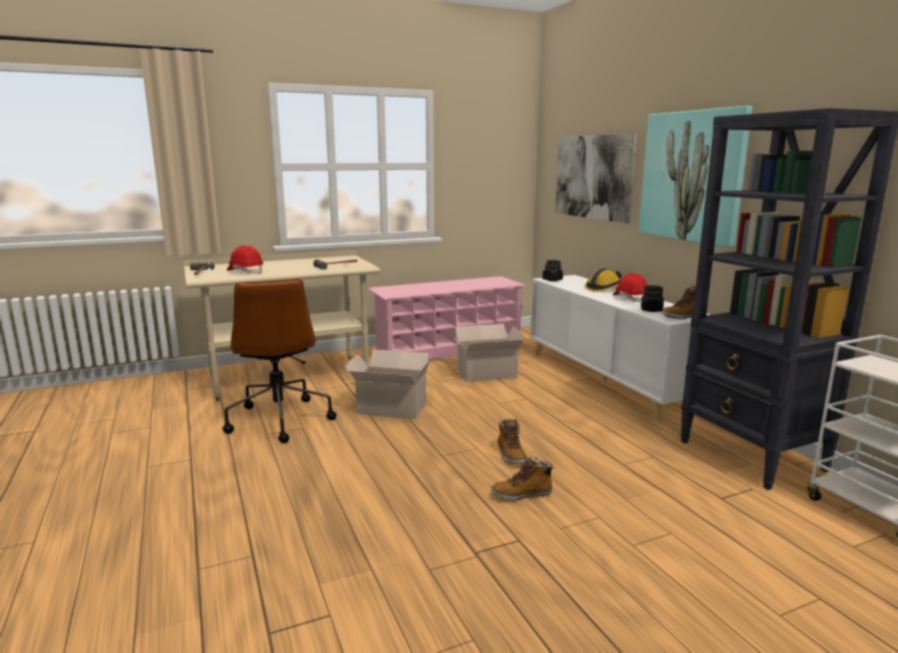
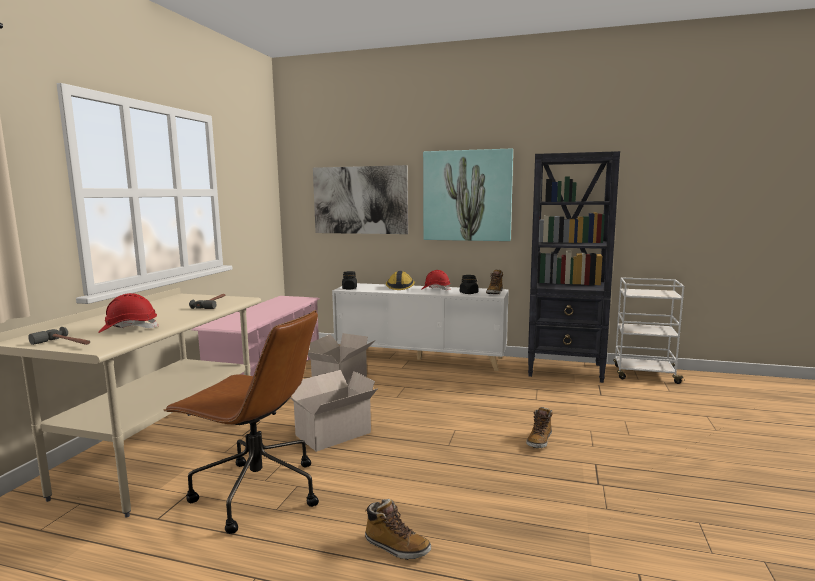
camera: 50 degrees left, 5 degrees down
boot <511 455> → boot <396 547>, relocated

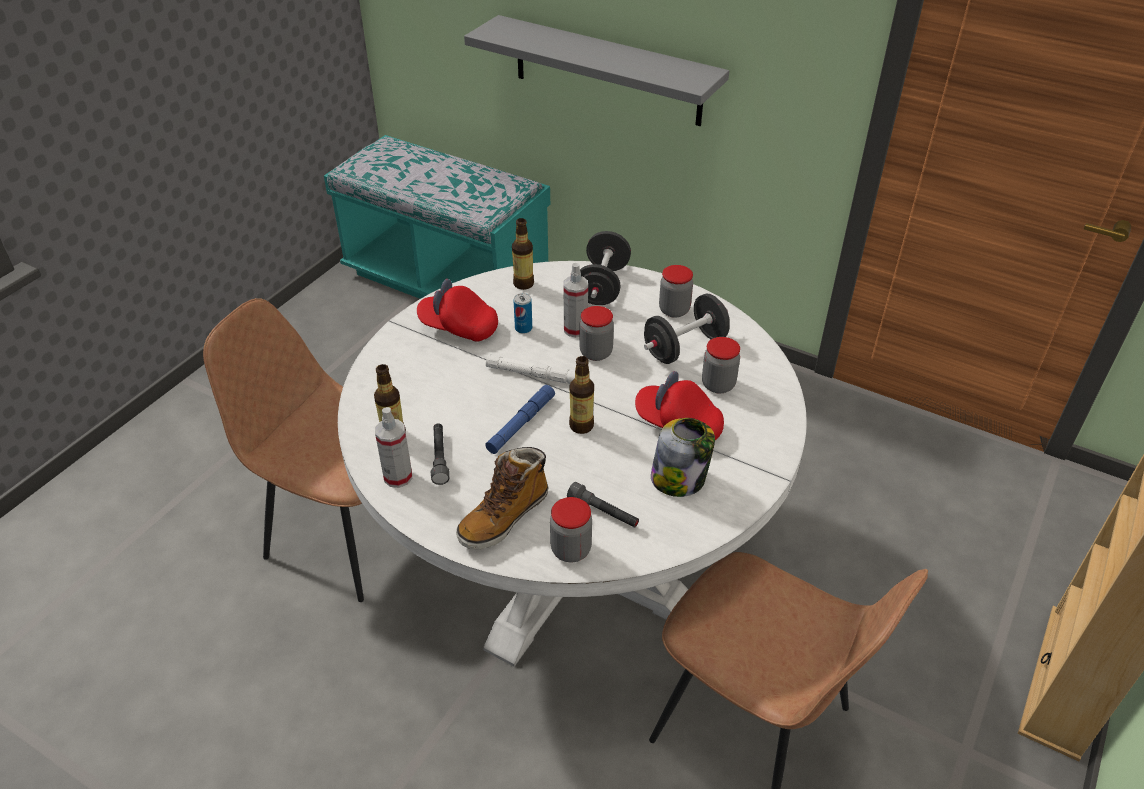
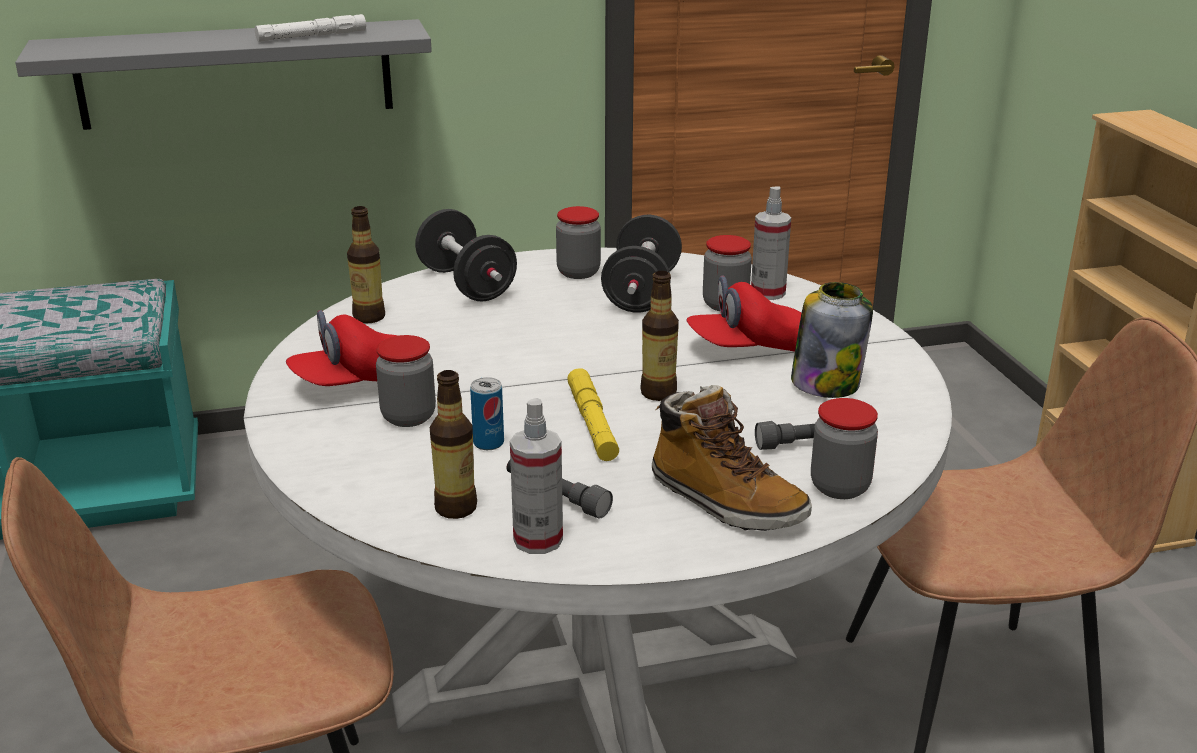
camera: 45 degrees left, 15 degrees down
white flashlight <532 374> → white flashlight <312 36>, relocated
jar <596 353> → jar <408 417>, relocated
can <523 328> → can <488 443>, relocated
blue flashlight <521 424> → yellow flashlight <592 423>
boot <504 517> → boot <725 502>, 45 degrees counterclockwise
spray bottle <575 329> → spray bottle <768 293>, relocated

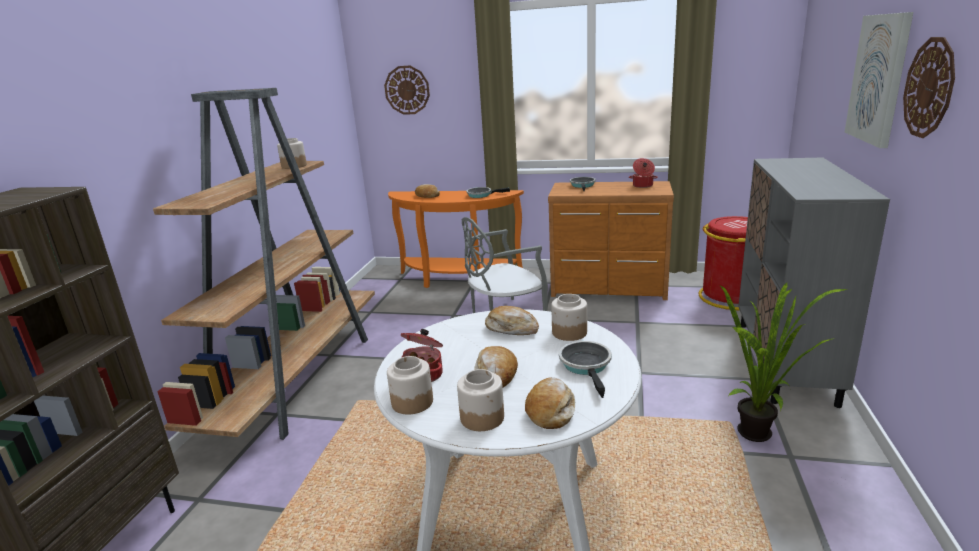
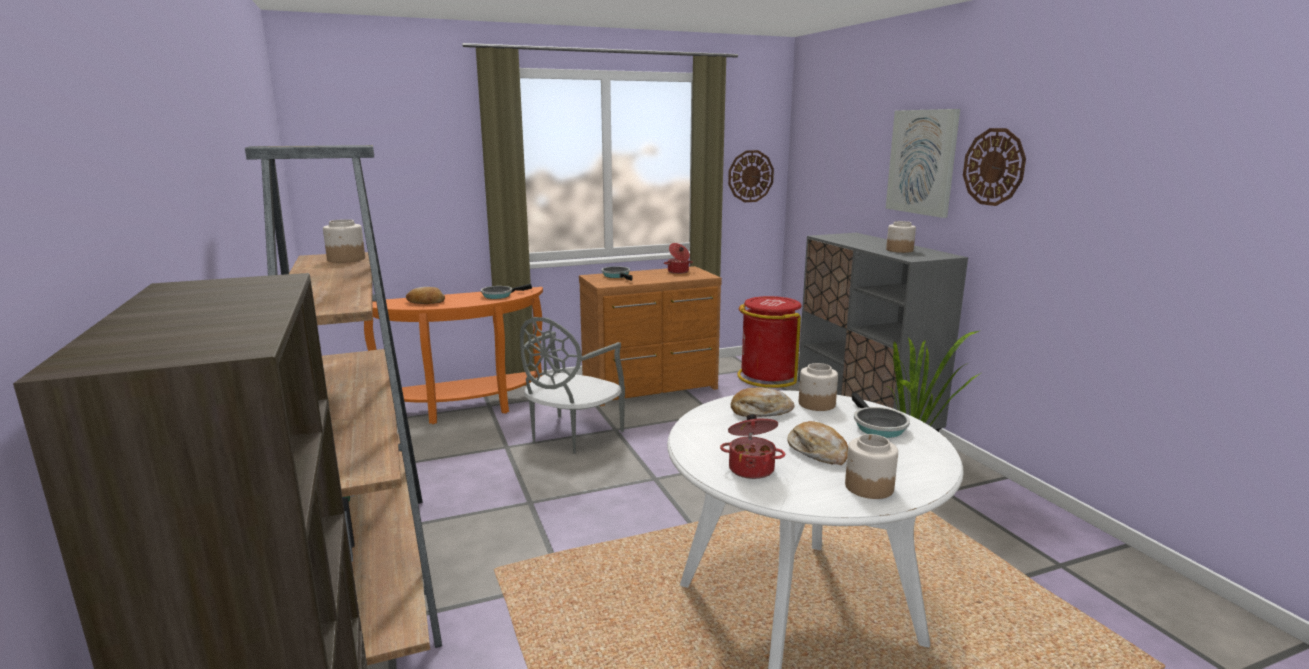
camera: 35 degrees left, 5 degrees down
wall clock <407 90> → wall clock <750 176>, relocated
frying pan <586 366> → frying pan <877 426>, 150 degrees counterclockwise
jar <412 402> → jar <899 250>, relocated
bread <550 410> → -

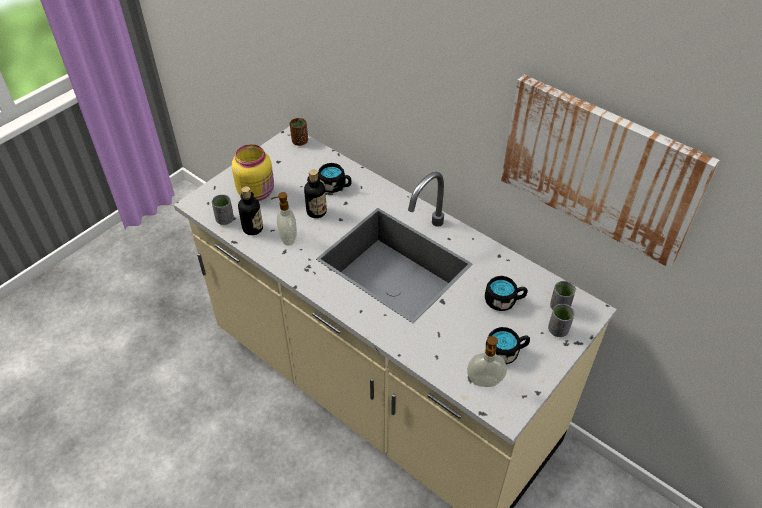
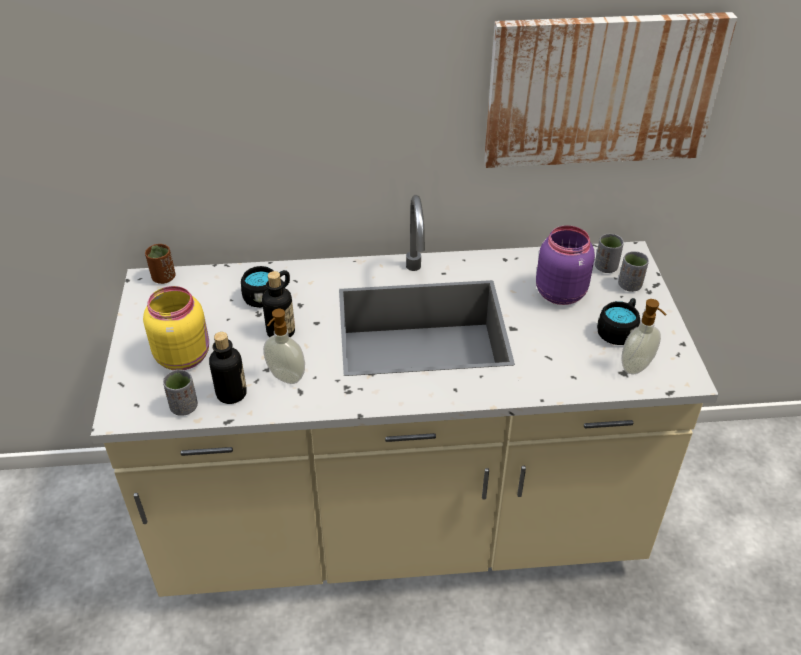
camera: 45 degrees left, 5 degrees down
black mug <504 301> → purple jar <560 292>

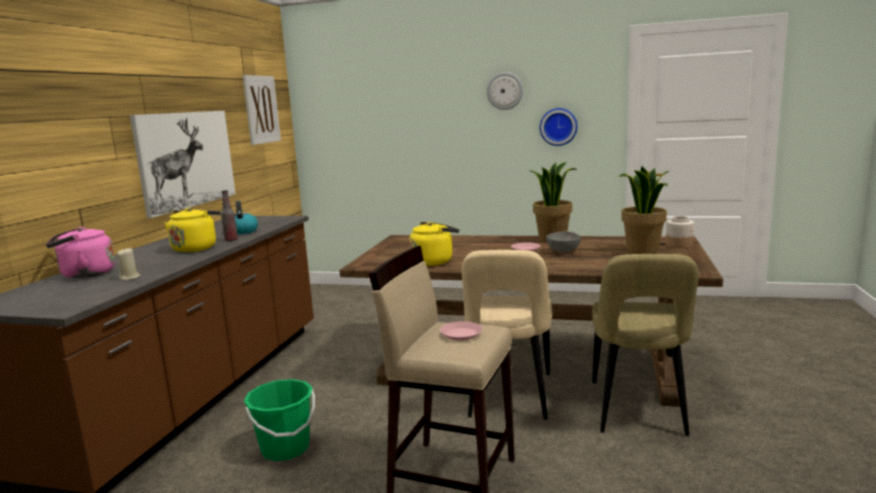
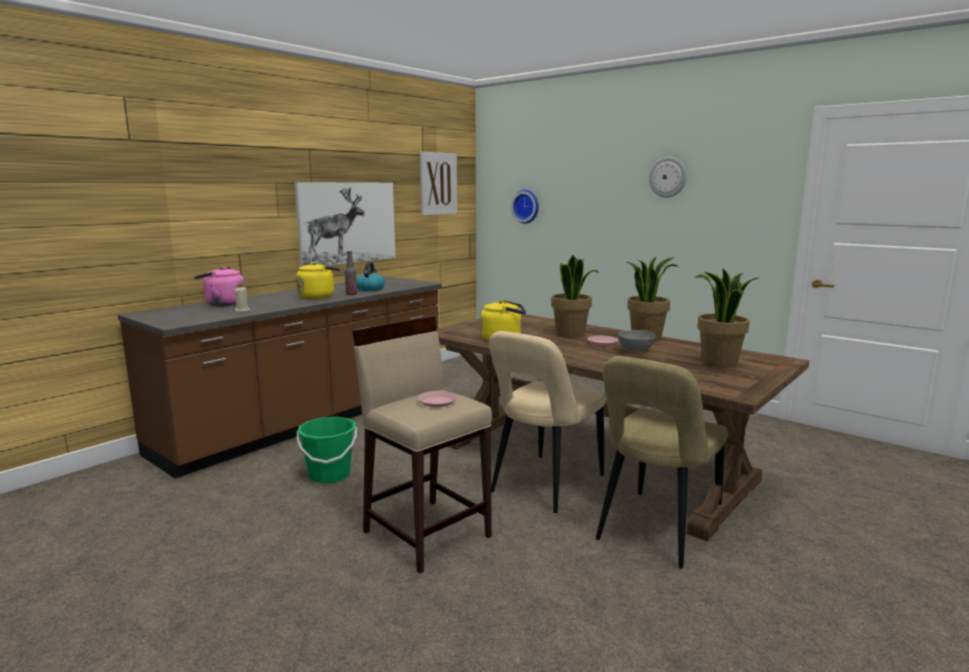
camera: 25 degrees right, 0 degrees up
wall clock <558 126> → wall clock <526 206>, relocated
- → potted plant <570 335>
jar <679 245> → -

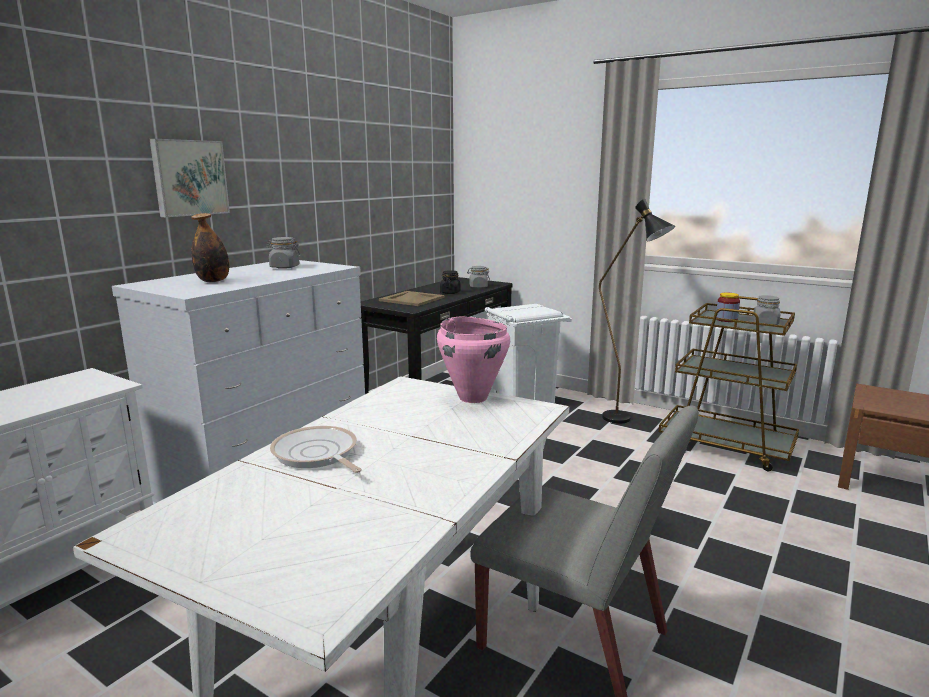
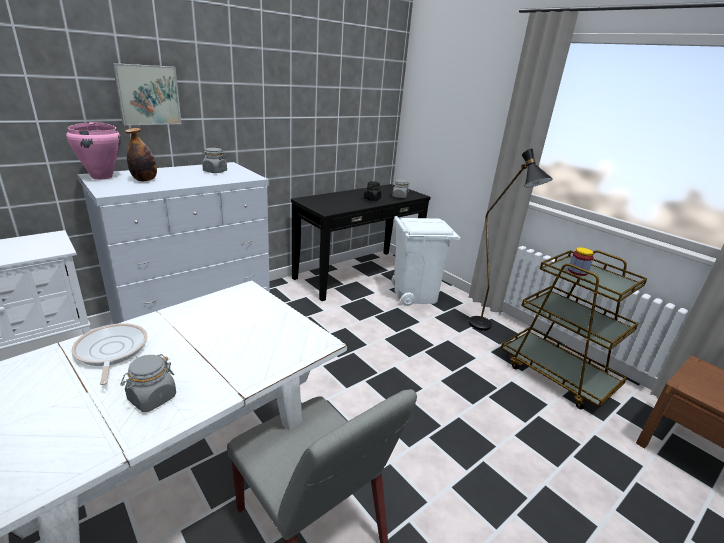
camera: 15 degrees right, 10 degrees up
pink cooking pot <473 397> → pink cooking pot <102 177>, relocated
grey jar <765 323> → grey jar <152 398>, relocated
beige tray <412 299> → -

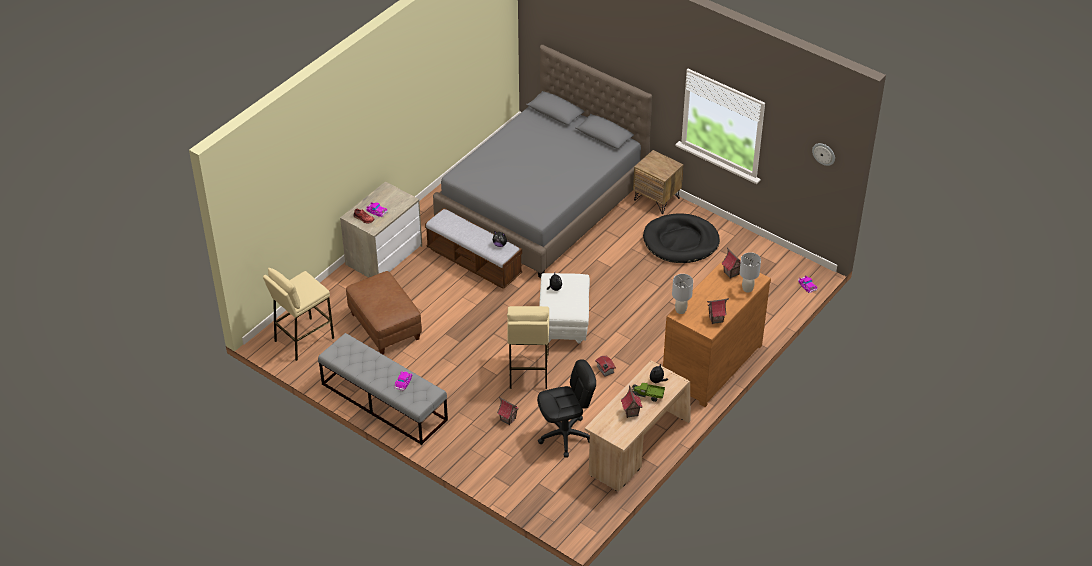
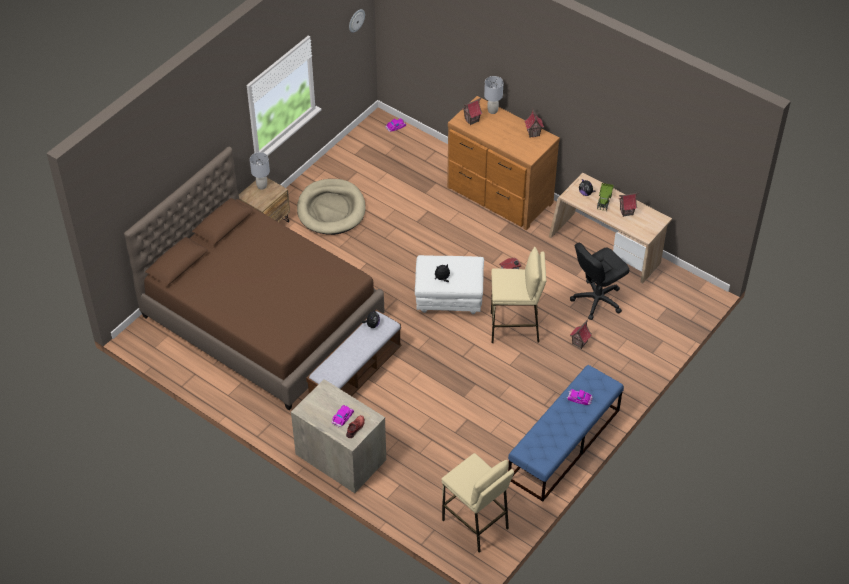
camera: 90 degrees left, 5 degrees up
grey bed <543 202> → brown bed <262 317>
grey table lamp <680 310> → grey table lamp <262 186>, relocated
black dog bed <681 241> → beige dog bed <331 209>
grey bench <383 402> → blue bench <564 445>
black office chair <565 436> → black office chair <597 300>, 105 degrees counterclockwise
brown ottoman <384 327> → -

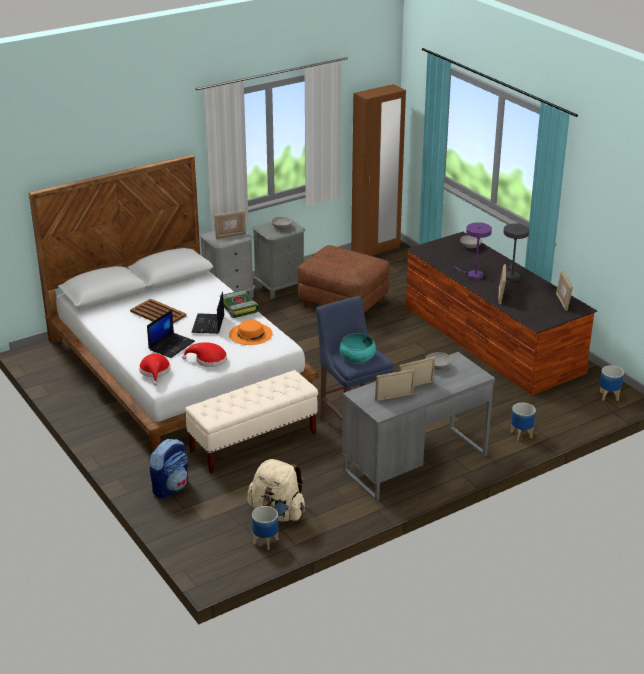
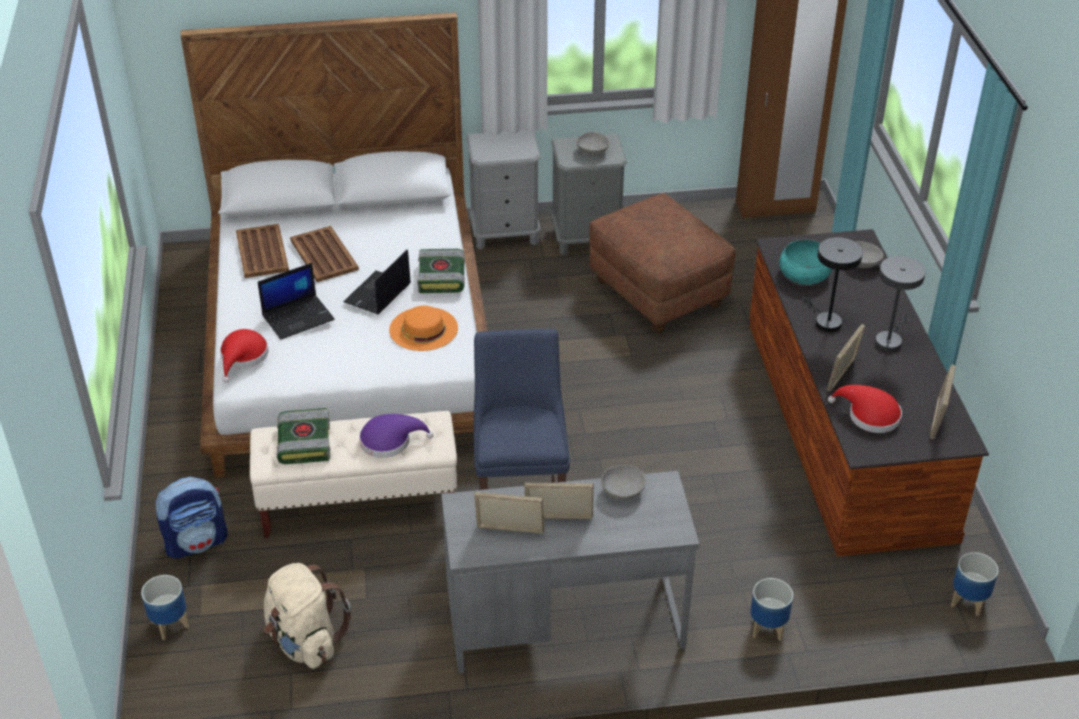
camera: 25 degrees right, 10 degrees up
planter <265 541> → planter <170 624>, relocated
- → brown tray <262 251>
- → book <303 442>
- → purple hat <389 441>
turquoise bowl <357 356> → turquoise bowl <804 273>, relocated
purple table lamp <472 275> → black table lamp <825 321>
red hat <208 360> → red hat <869 415>, relocated
picture frame <230 235> → -

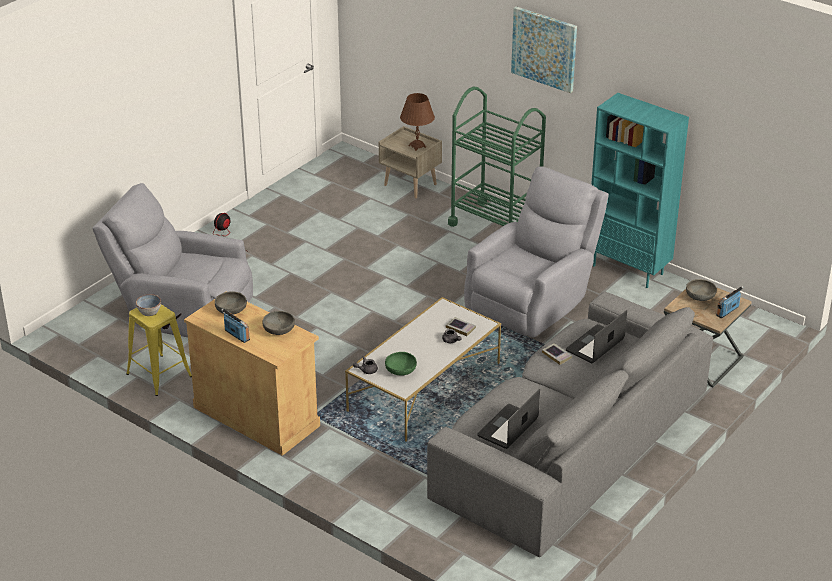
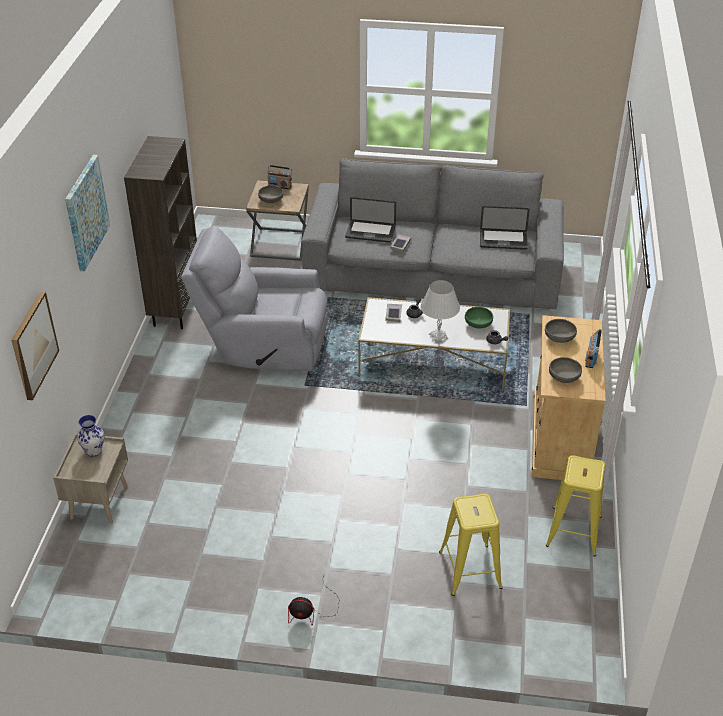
camera: 120 degrees left, 5 degrees up
- → picture <33 345>
brown table lamp <417 146> → vase <93 451>
turquoise bookcase <629 269> → brown bookcase <175 308>
- → white table lamp <438 336>
grey armchair <182 312> → yellow stool <470 570>
bowl <149 312> → -
green cart <495 225> → -

